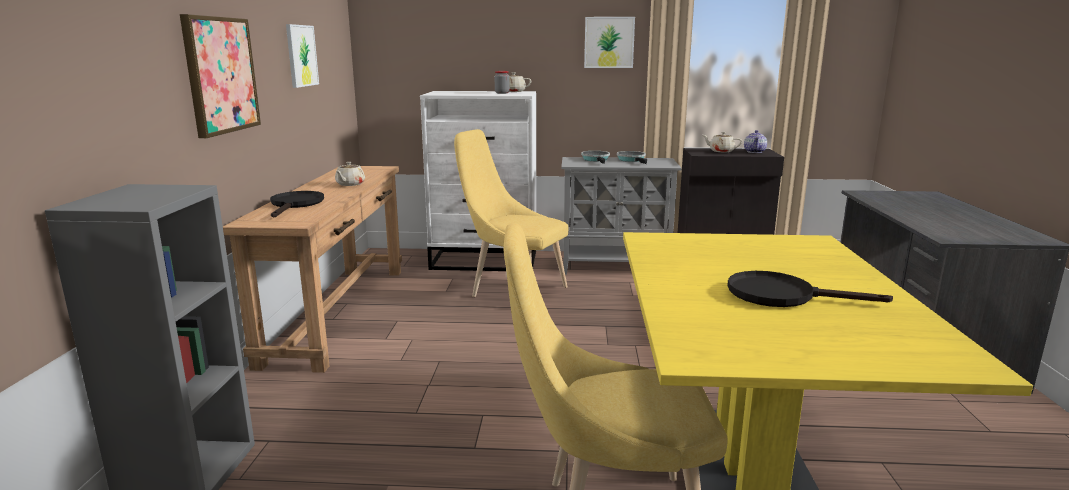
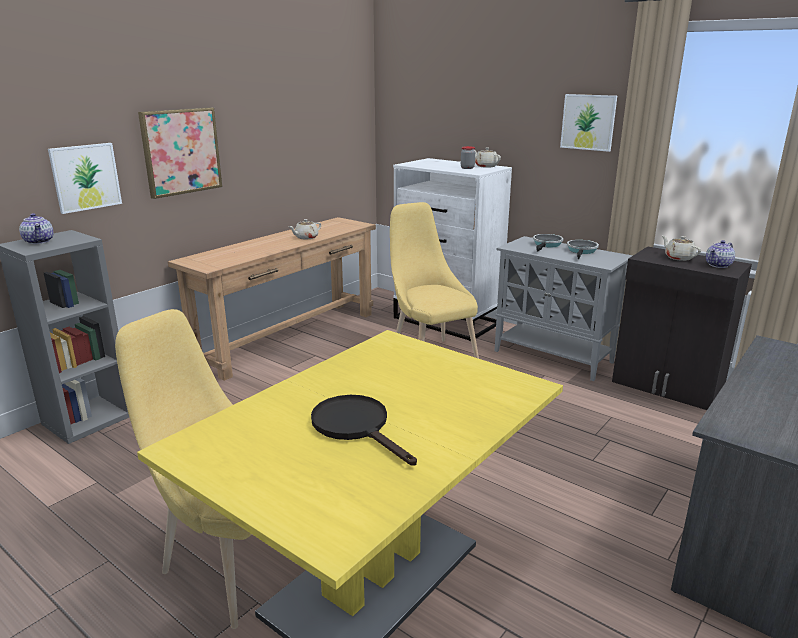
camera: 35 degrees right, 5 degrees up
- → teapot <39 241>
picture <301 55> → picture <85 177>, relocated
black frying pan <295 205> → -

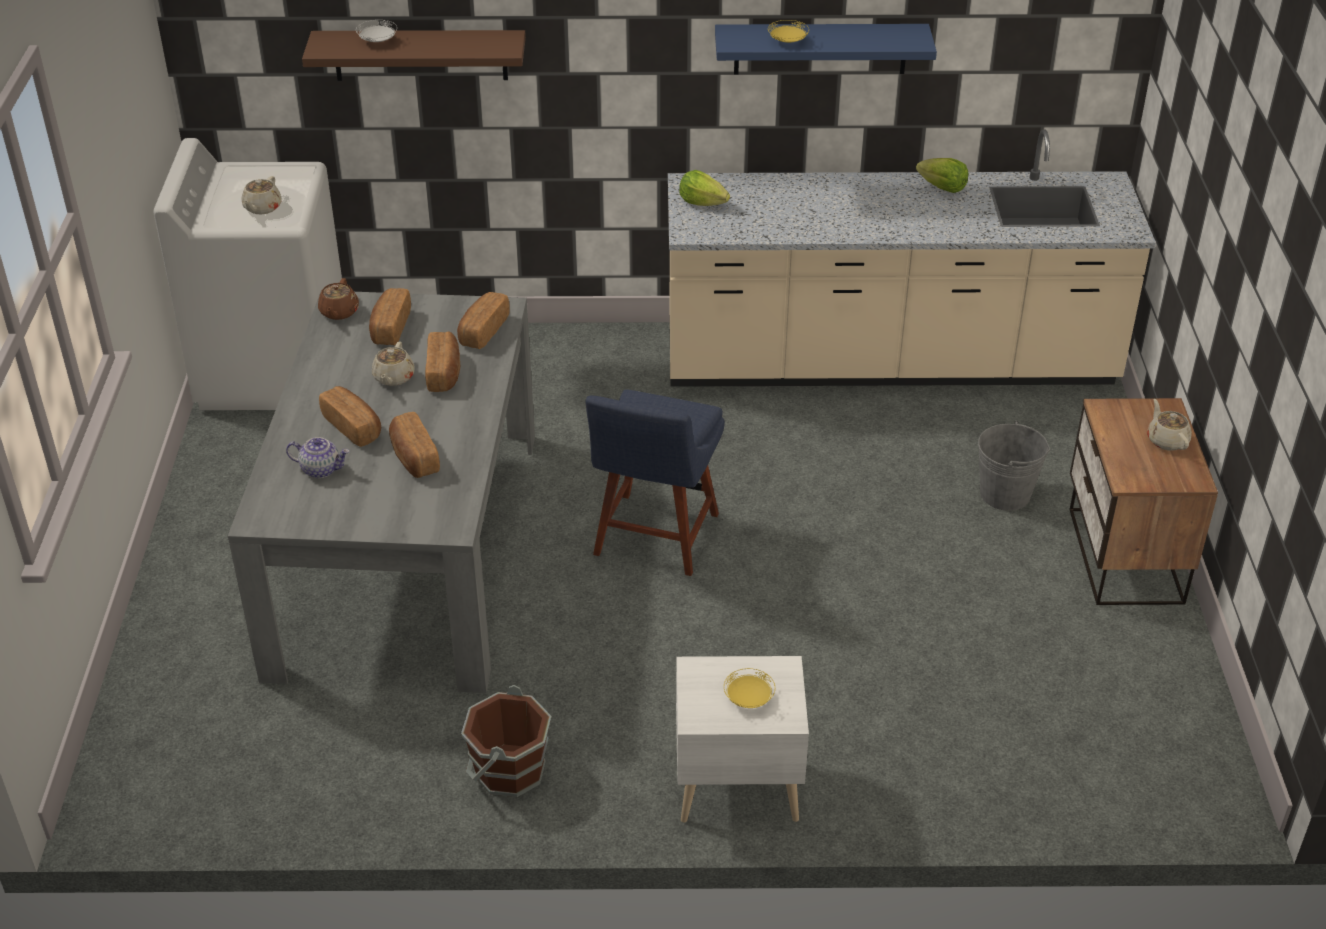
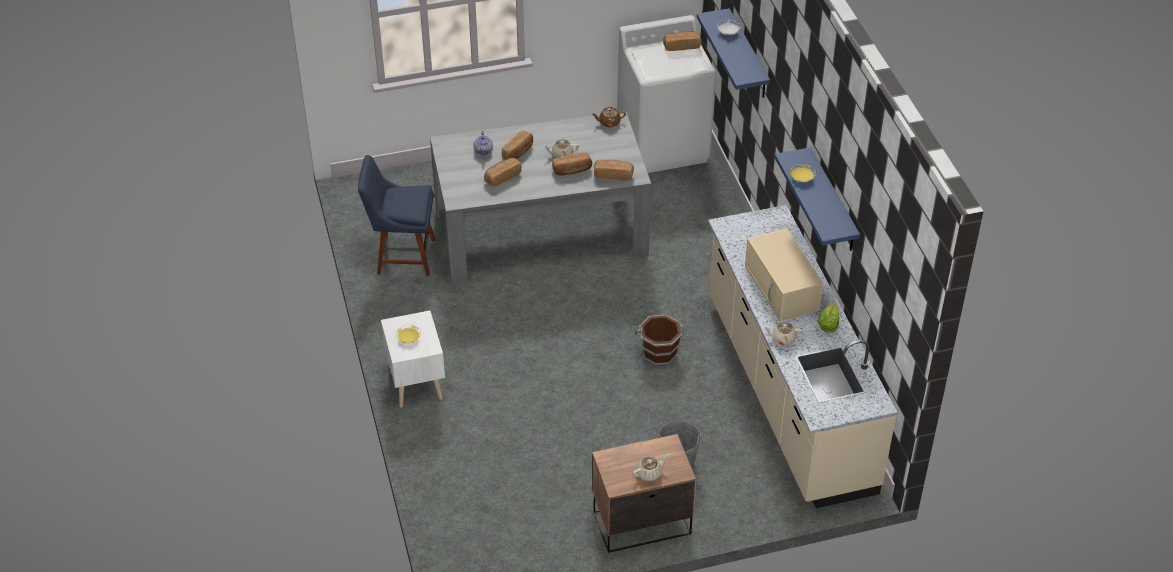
camera: 75 degrees right, 5 degrees up
blue chair <654 538> → blue chair <402 256>, relocated
brown bucket <508 770> → brown bucket <659 352>, relocated
bread <390 328> → bread <681 46>, relocated
brown shelf <420 55> → blue shelf <748 55>
- → beige microwave <782 288>
beige teapot <262 208> → beige teapot <783 338>, relocated
lettuce <702 203> → -

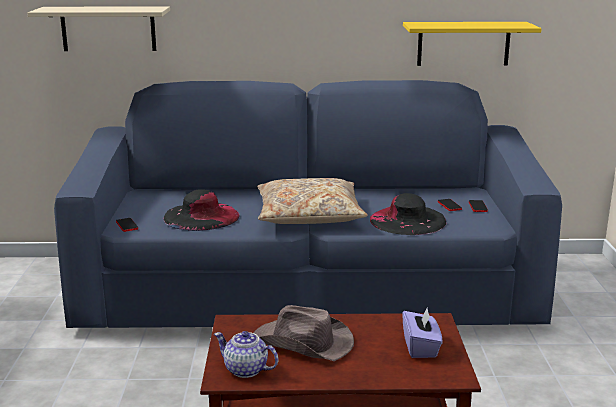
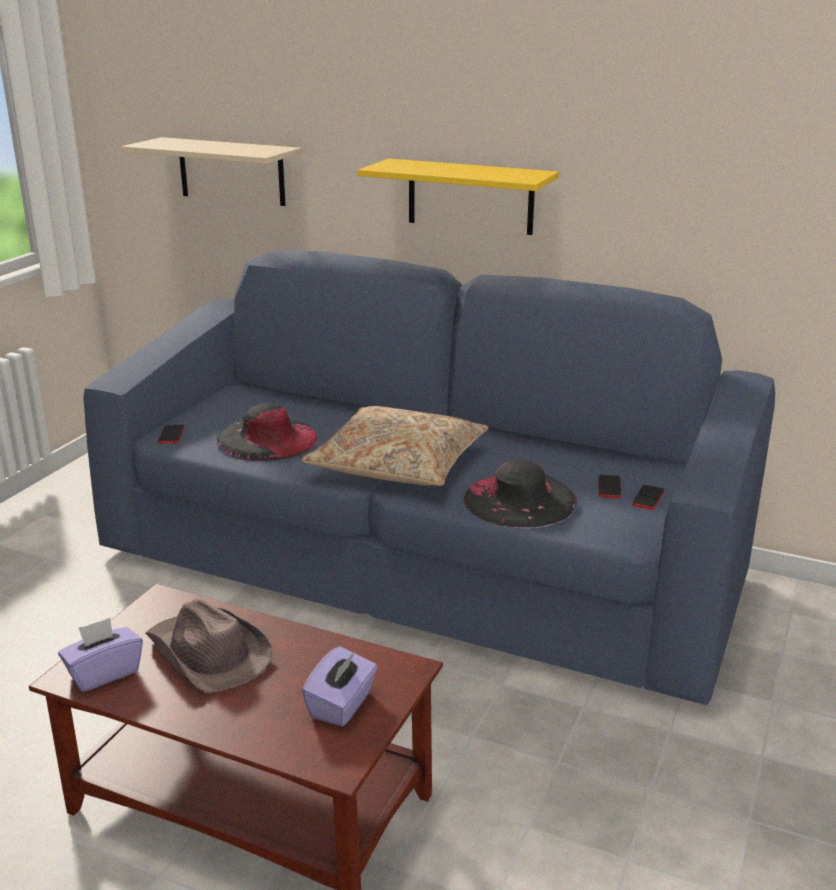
camera: 25 degrees right, 5 degrees up
teapot <246 370> → purple tissue box <104 673>
yellow shelf <463 43> → yellow shelf <470 196>, relocated

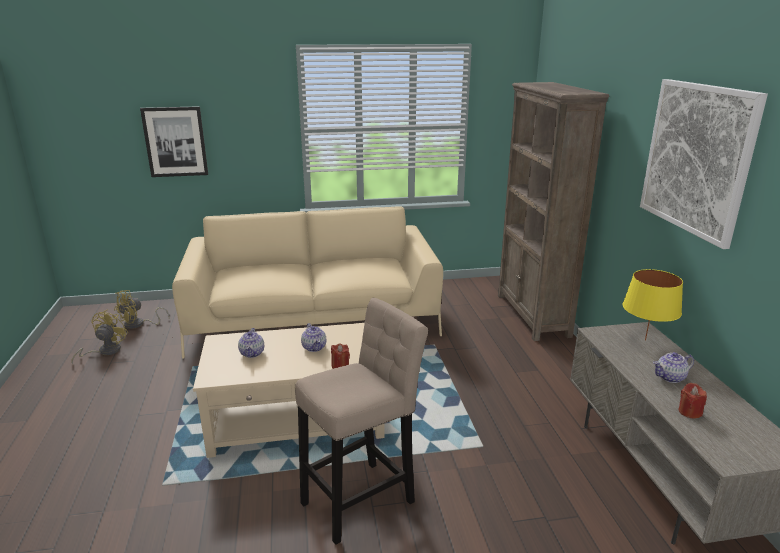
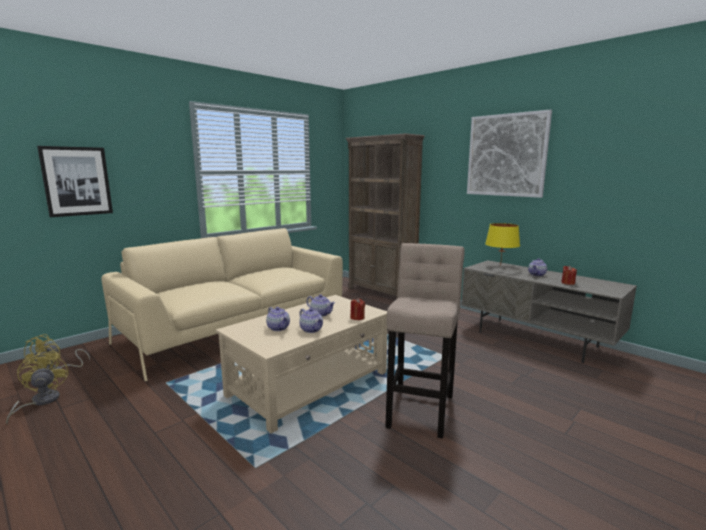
camera: 35 degrees left, 10 degrees down
- → teapot <311 330>

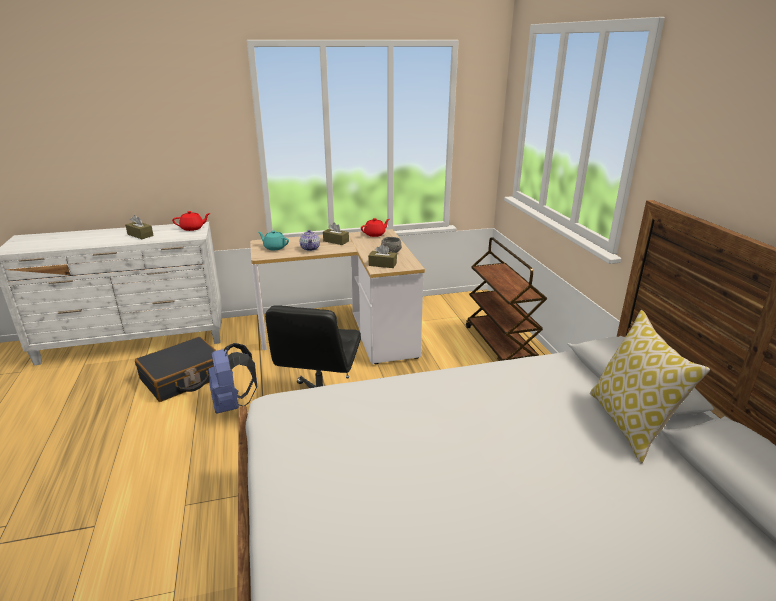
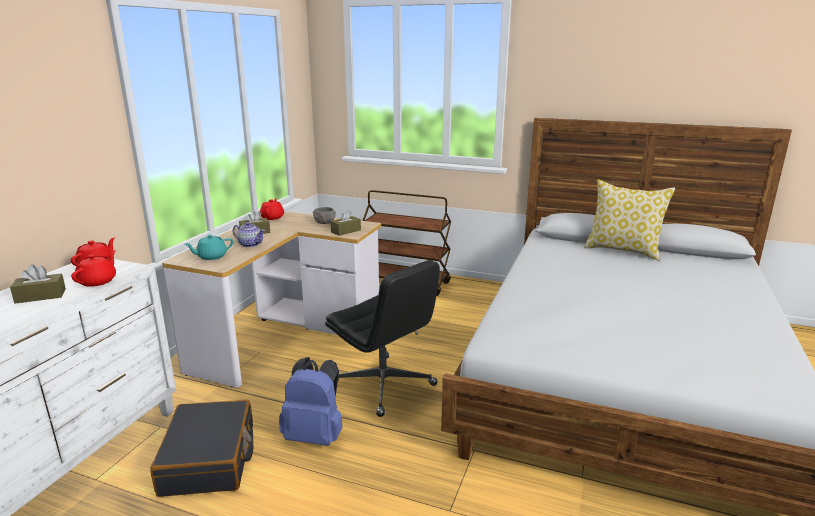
camera: 55 degrees left, 5 degrees down
- → red teapot <98 281>

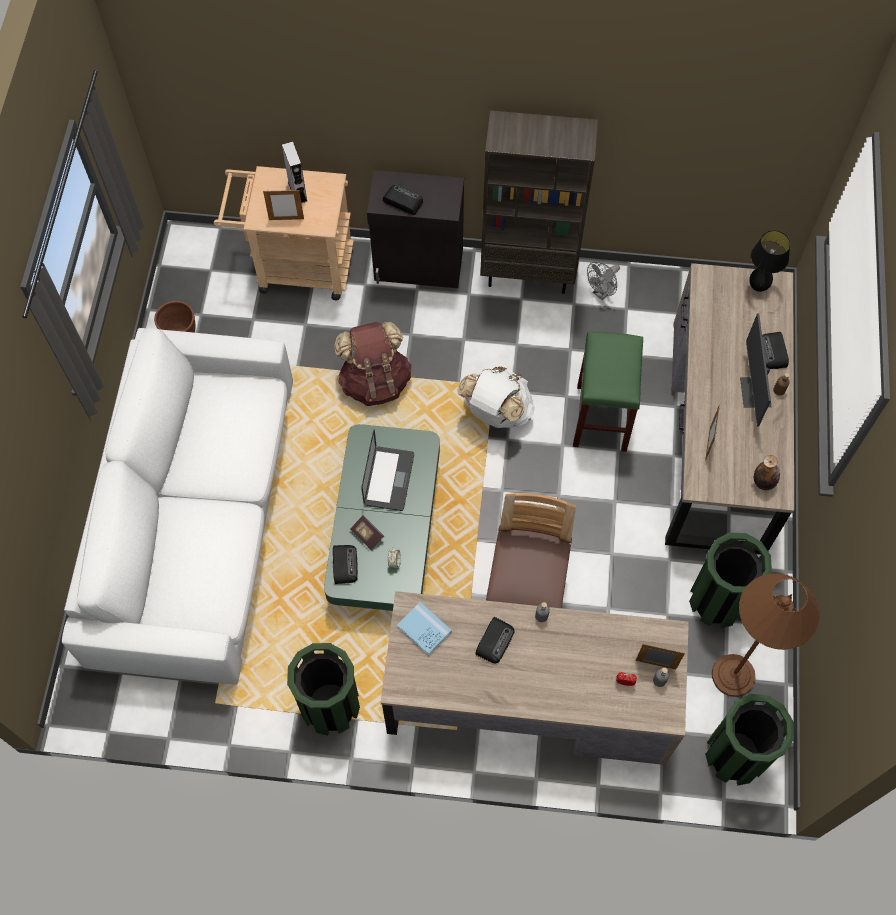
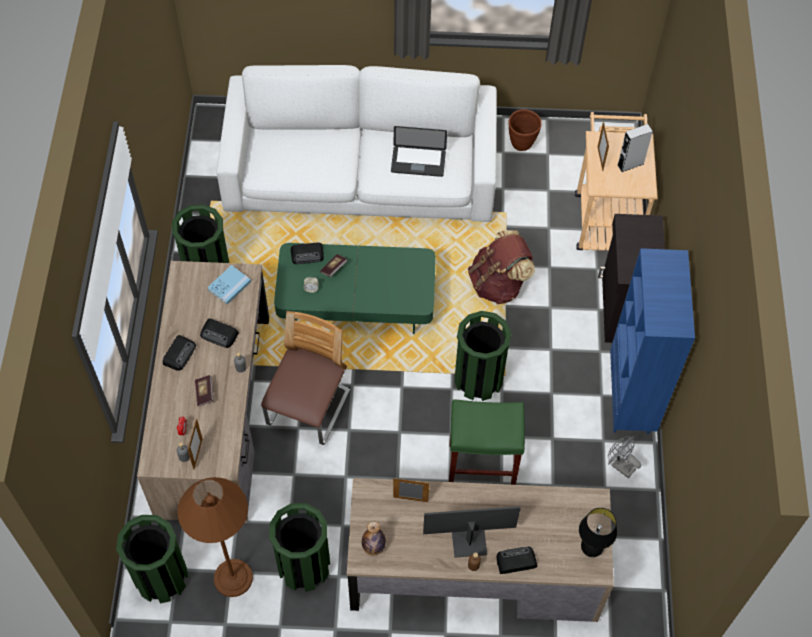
camera: 85 degrees right, 5 degrees down
radio <402 201> → radio <179 354>, relocated
- → book <205 393>
chair <526 590> → chair <308 408>, 75 degrees counterclockwise
laptop <389 479> → laptop <418 162>, relocated
white backpack <496 412> → green trash can <478 379>
brown bookcase <528 274> → blue bookcase <630 400>

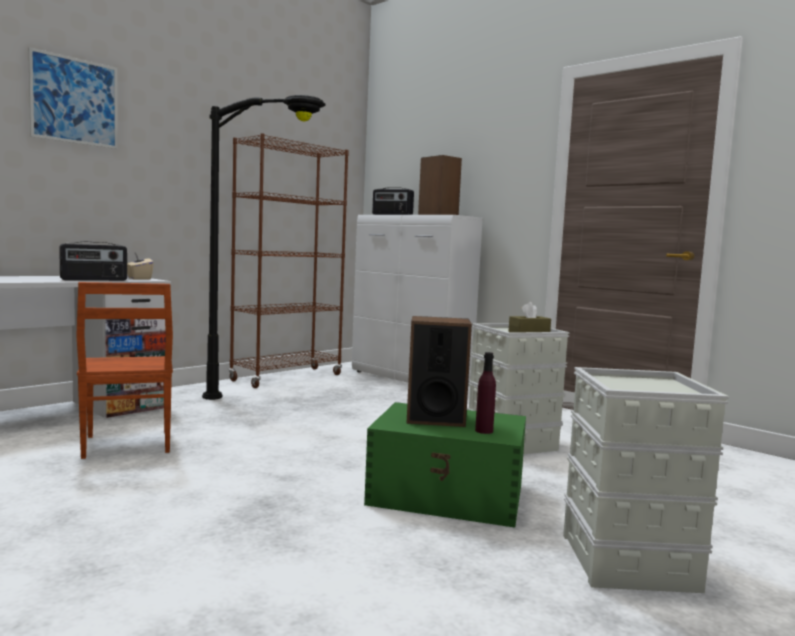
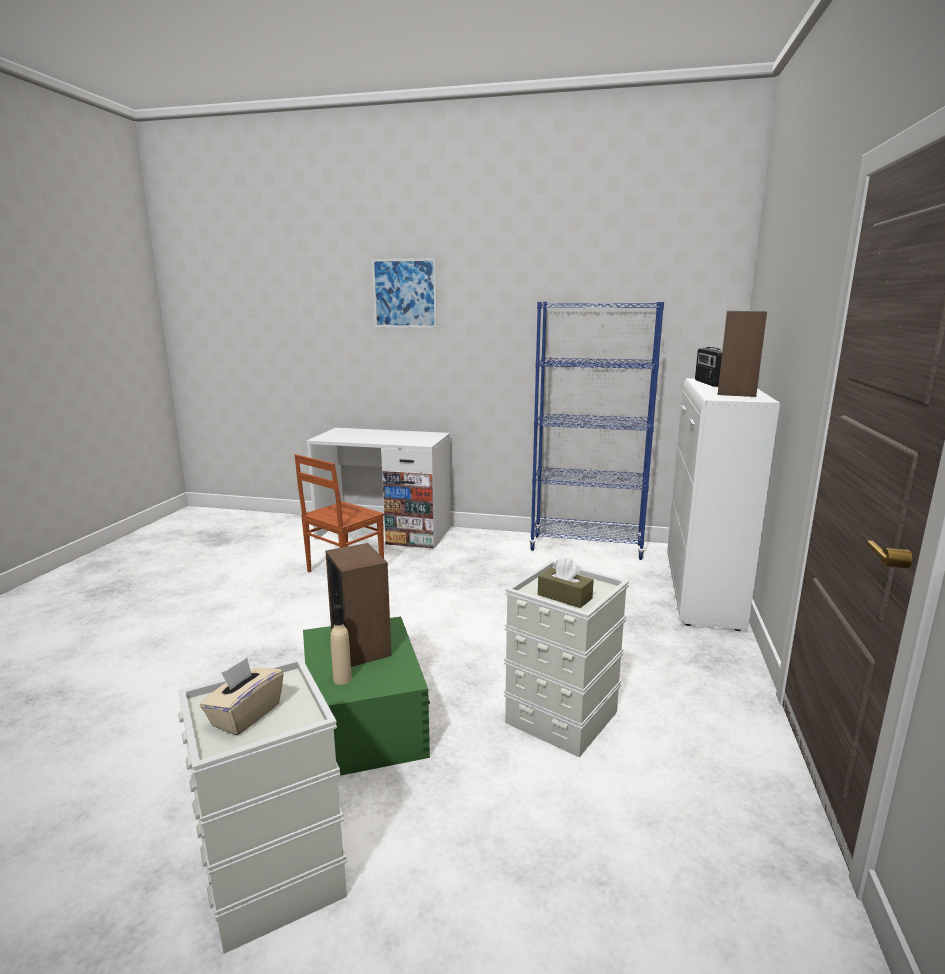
camera: 60 degrees right, 10 degrees up
beige tissue box <138 278> → beige tissue box <245 715>, relocated
purple bottle <484 431> → beige bottle <342 679>
brown bookcase <287 378> → blue bookcase <586 547>
radio <94 280> → -
black floor lamp <272 401> → -

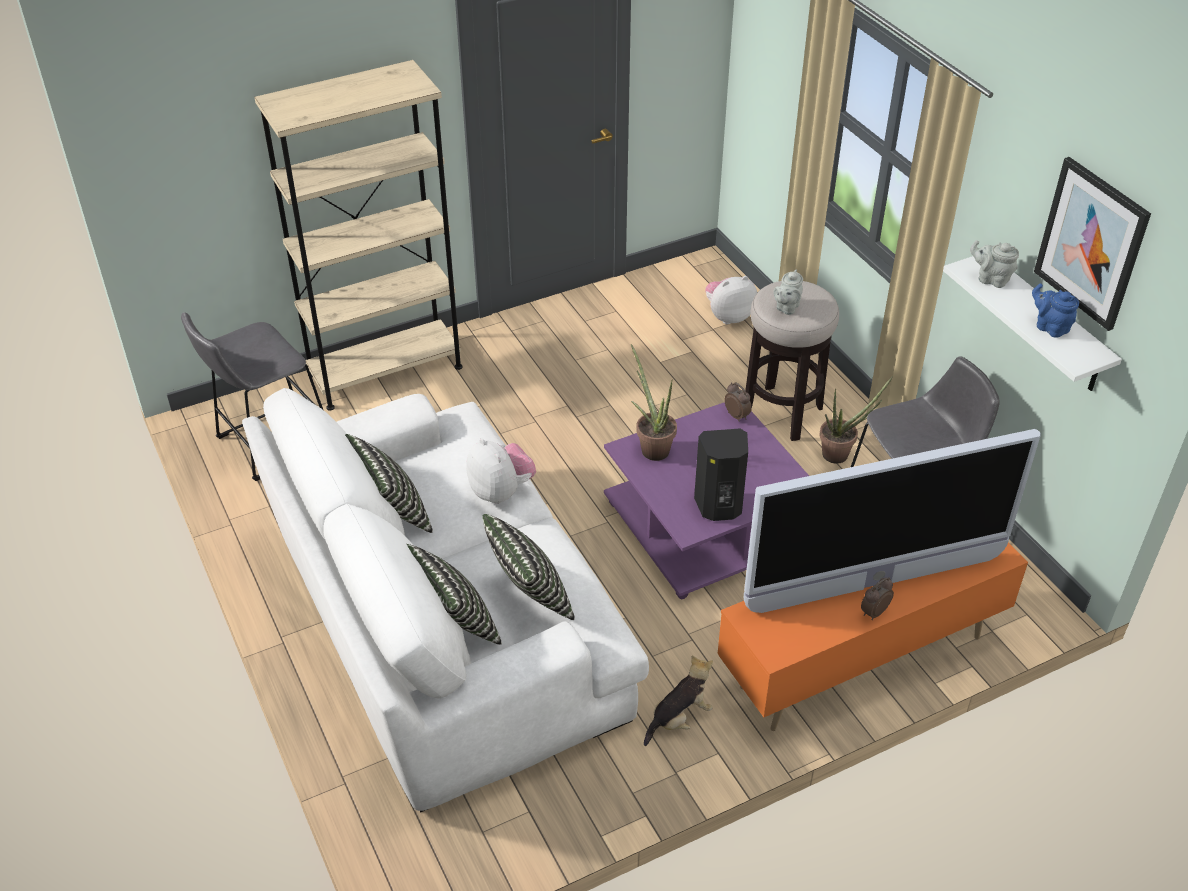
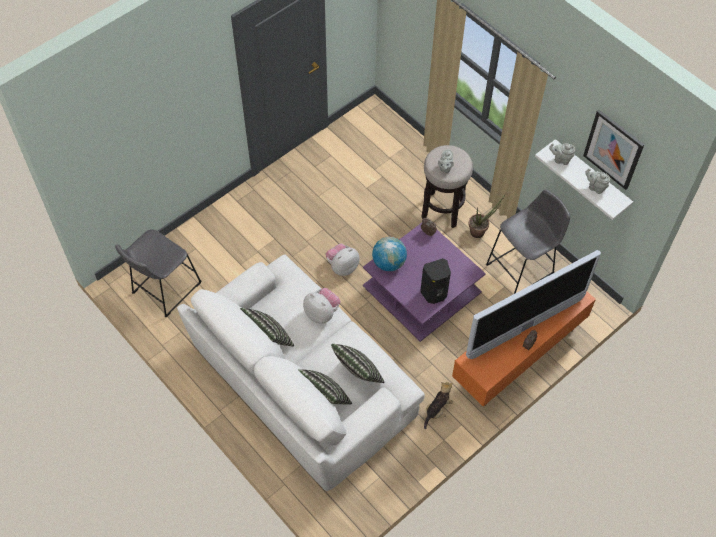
camera: 15 degrees left, 15 degrees up
plush toy <728 316> → plush toy <342 267>, relocated
potted plant <652 447> → globe <389 263>
blue teapot <1050 327> → grey teapot <595 187>
beige bookcase <385 370> → -

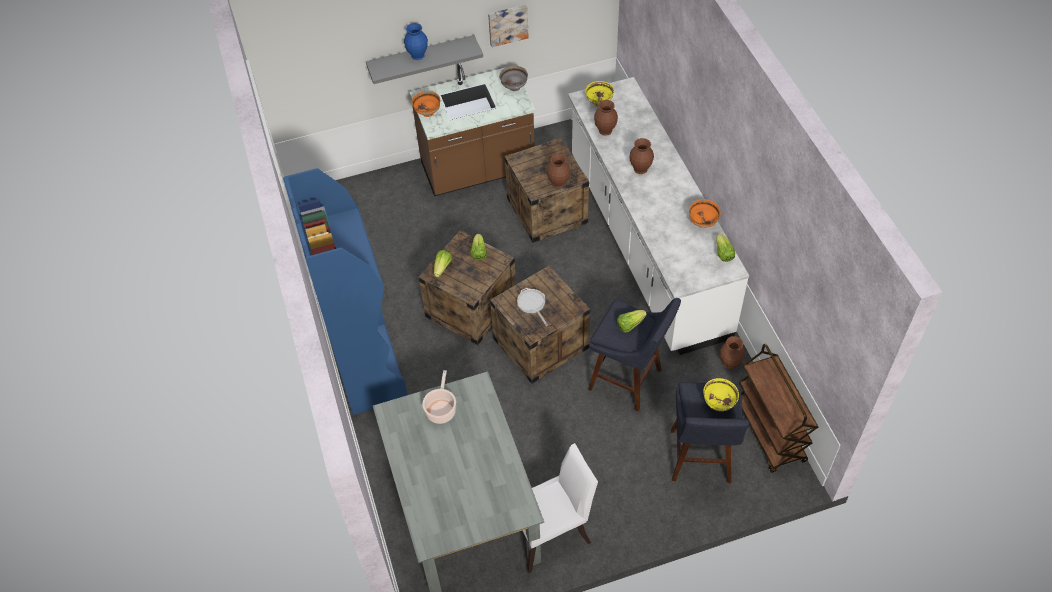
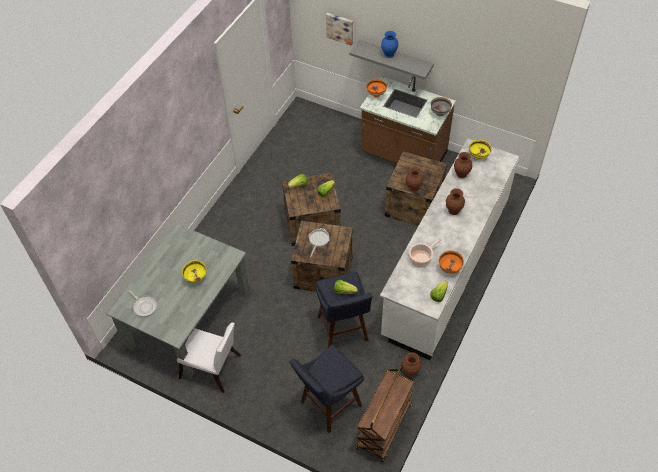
camera: 45 degrees right, 0 degrees up
- → frying pan <144 306>
yellow bowl <718 403> → yellow bowl <196 278>, relocated
picture <507 24> → picture <340 28>, relocated
cooking pot <441 410> → cooking pot <421 259>, relocated
blue bookcase <368 368> → -

